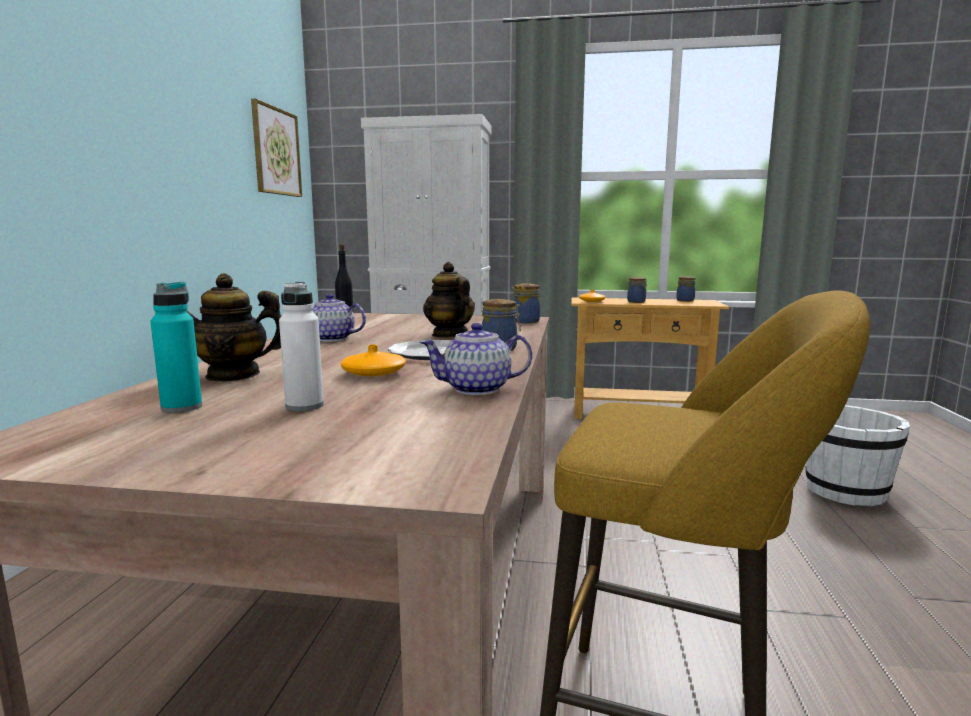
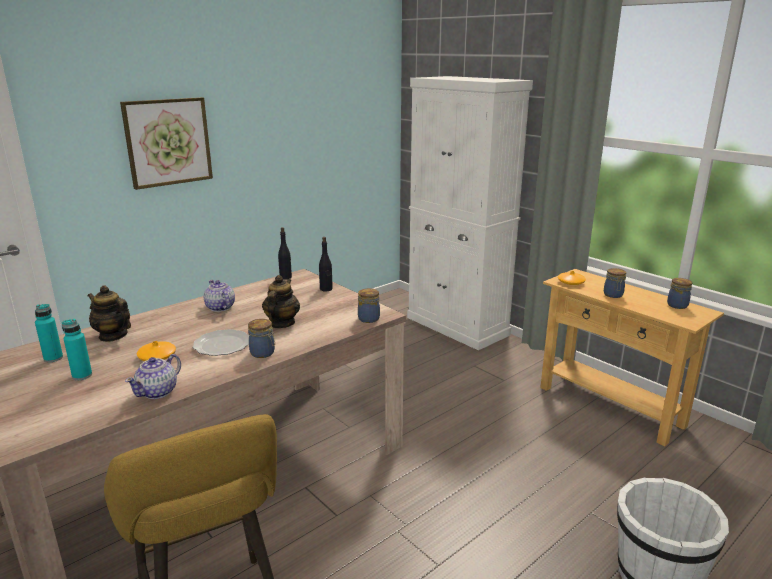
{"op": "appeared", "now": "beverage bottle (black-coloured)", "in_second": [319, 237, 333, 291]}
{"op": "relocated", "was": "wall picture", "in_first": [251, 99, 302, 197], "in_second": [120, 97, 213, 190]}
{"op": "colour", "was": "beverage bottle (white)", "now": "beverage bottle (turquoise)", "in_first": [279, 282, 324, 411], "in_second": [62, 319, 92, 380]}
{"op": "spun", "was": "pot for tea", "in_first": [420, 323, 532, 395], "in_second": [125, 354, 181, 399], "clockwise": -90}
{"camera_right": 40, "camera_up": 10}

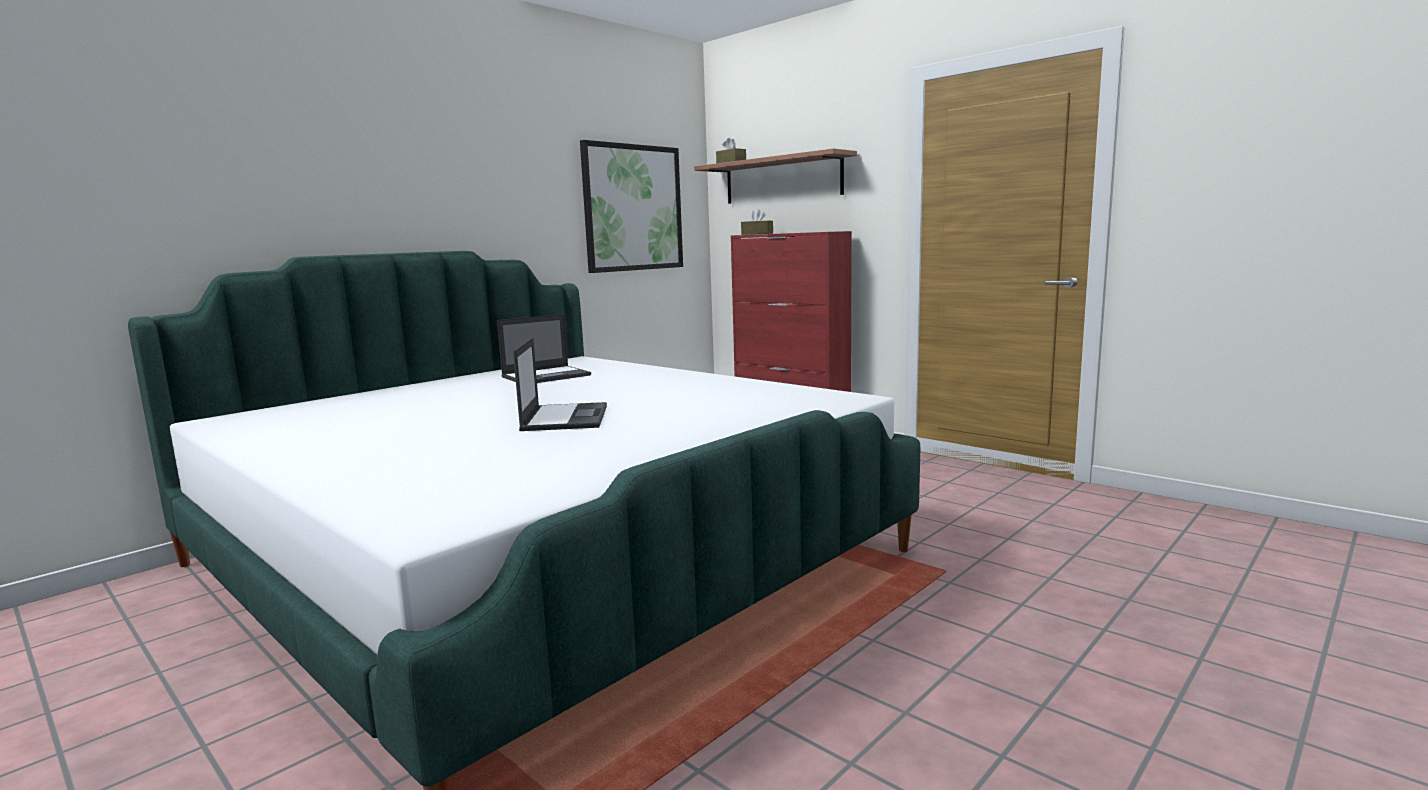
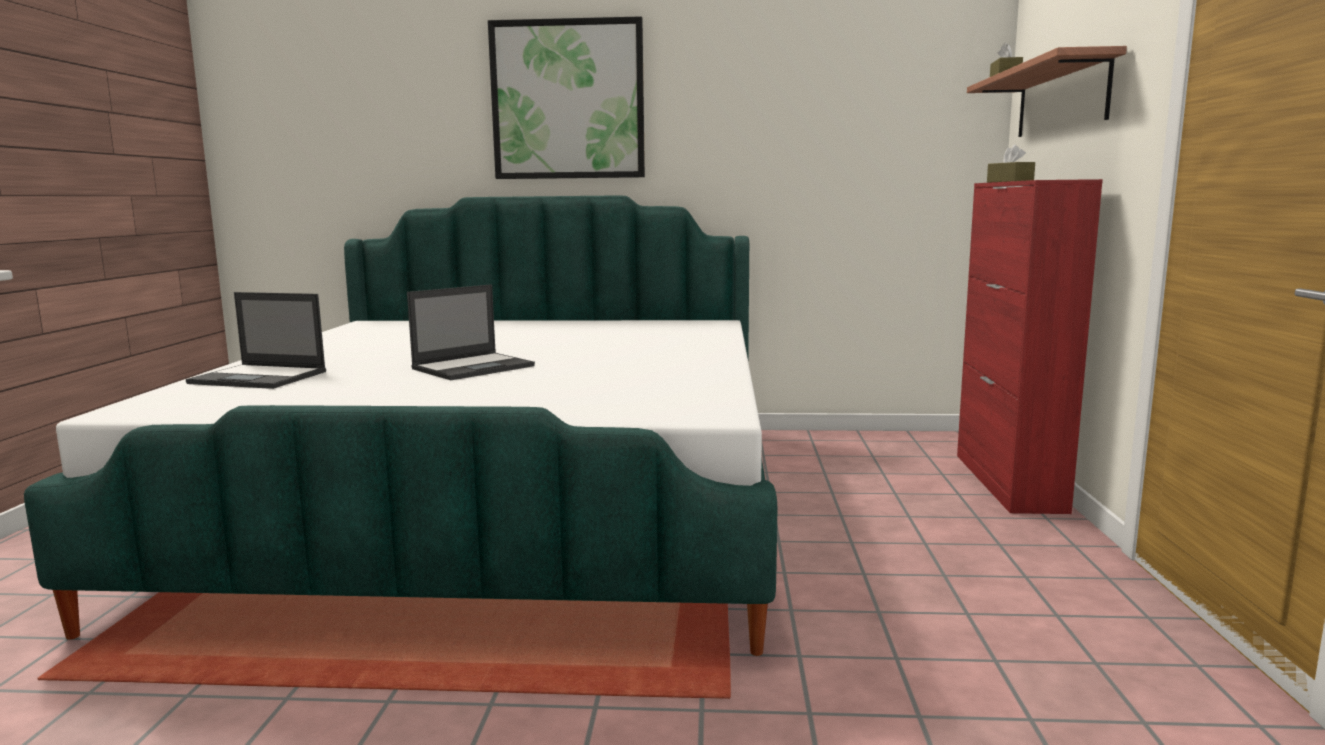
{"op": "relocated", "was": "portable computer", "in_first": [497, 314, 591, 383], "in_second": [186, 292, 326, 389]}
{"op": "relocated", "was": "wall picture", "in_first": [580, 140, 683, 273], "in_second": [488, 16, 645, 179]}
{"camera_right": 50, "camera_up": 0}

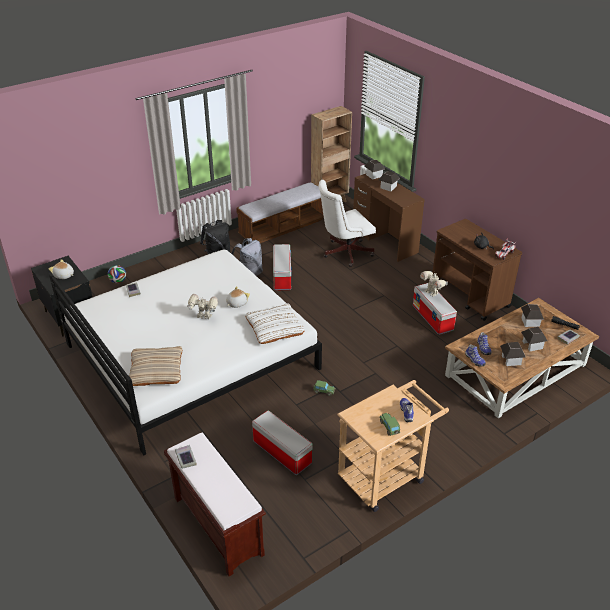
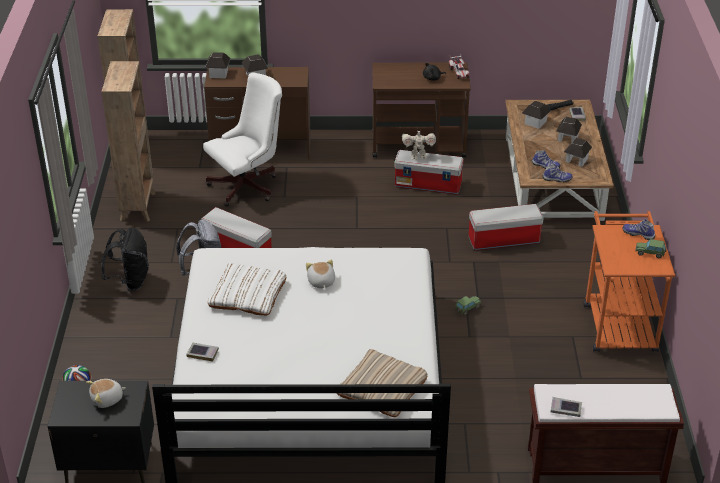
{"op": "missing", "was": "robot figure", "in_first": [187, 294, 218, 319]}
{"op": "relocated", "was": "pillow (white)", "in_first": [245, 303, 305, 344], "in_second": [208, 263, 287, 316]}
{"op": "relocated", "was": "storage container", "in_first": [252, 411, 312, 475], "in_second": [468, 204, 544, 250]}
{"op": "exchanged", "was": "indoor bench", "now": "shelving unit (brownish)", "in_first": [236, 182, 324, 243], "in_second": [101, 61, 156, 222]}
{"op": "colour", "was": "cart (beige)", "now": "cart (orange)", "in_first": [337, 380, 449, 512], "in_second": [583, 211, 675, 352]}
{"op": "spun", "was": "computer chair (white)", "in_first": [319, 180, 376, 267], "in_second": [203, 72, 282, 207], "clockwise": -135}
{"camera_right": -55, "camera_up": 0}

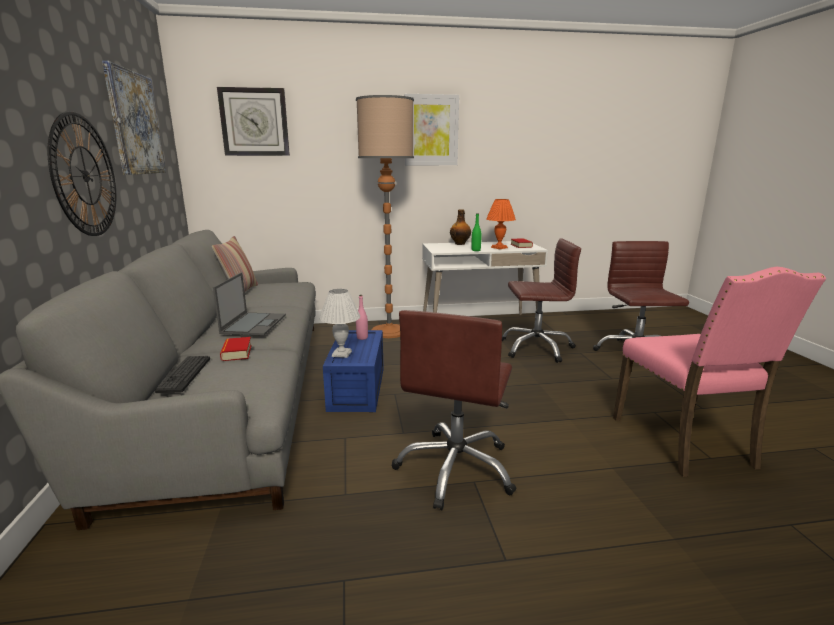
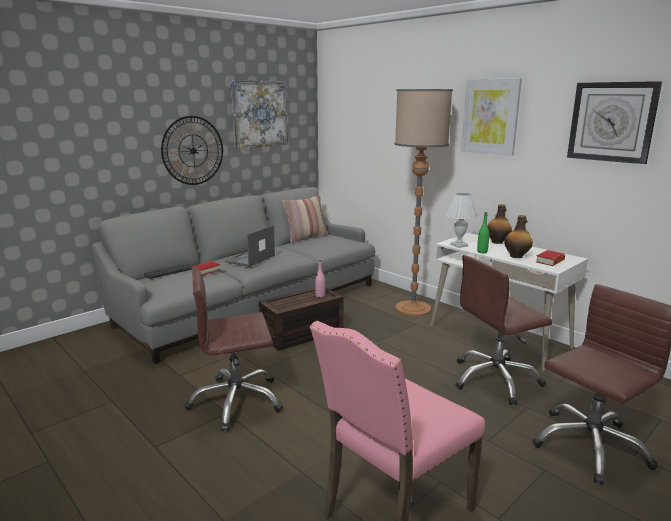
{"op": "relocated", "was": "clock on the wall", "in_first": [217, 87, 290, 156], "in_second": [567, 81, 662, 164]}
{"op": "relocated", "was": "lamp for a table (white)", "in_first": [319, 289, 360, 358], "in_second": [445, 193, 478, 248]}
{"op": "exchanged", "was": "lamp for a table (orange)", "now": "beverage bottle", "in_first": [486, 199, 516, 249], "in_second": [504, 215, 533, 258]}
{"op": "colour", "was": "storage container (blue-coloured)", "now": "storage container (brownish)", "in_first": [323, 330, 384, 412], "in_second": [259, 287, 344, 351]}
{"op": "spun", "was": "portable computer", "in_first": [213, 273, 286, 335], "in_second": [225, 225, 275, 267], "clockwise": 150}
{"op": "spun", "was": "computer chair (brownish)", "in_first": [502, 238, 581, 363], "in_second": [455, 255, 552, 405], "clockwise": 105}
{"camera_right": 55, "camera_up": 0}

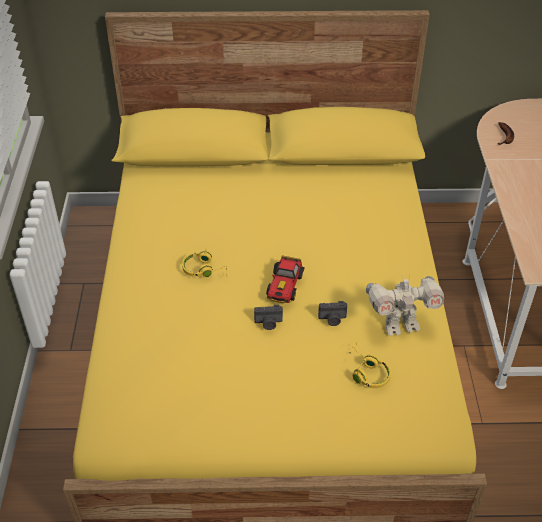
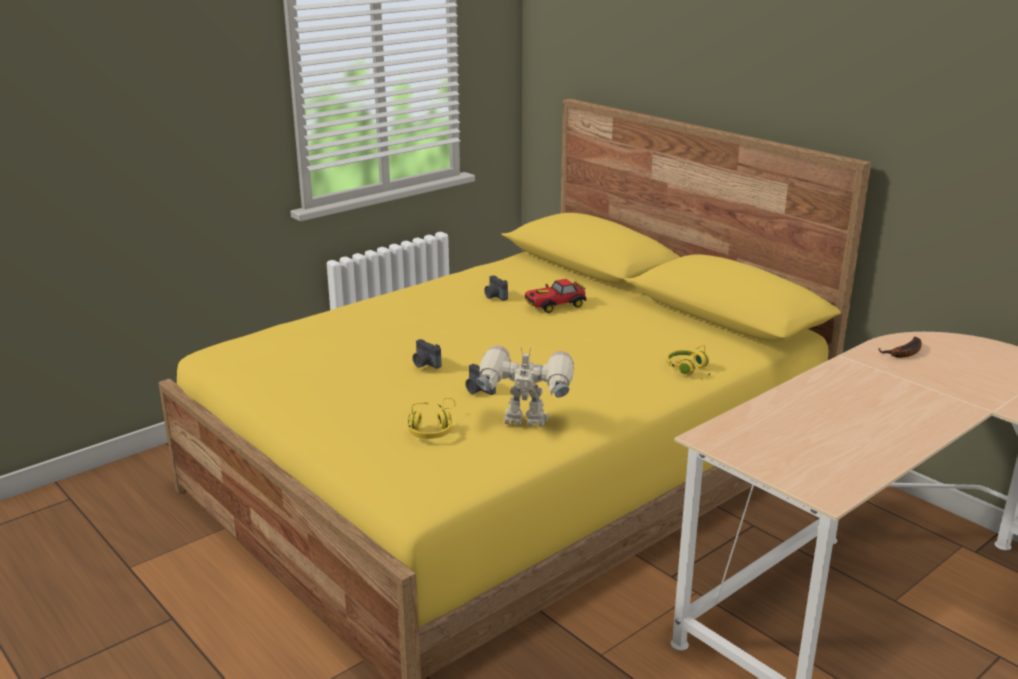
{"op": "appeared", "now": "photo camera", "in_second": [484, 275, 508, 301]}
{"op": "relocated", "was": "headphones (yellow-coloured)", "in_first": [182, 247, 227, 278], "in_second": [666, 345, 711, 380]}
{"op": "relocated", "was": "miniature car", "in_first": [266, 255, 305, 303], "in_second": [525, 279, 587, 313]}
{"op": "spun", "was": "robot figure", "in_first": [366, 274, 444, 336], "in_second": [476, 345, 574, 427], "clockwise": 150}
{"camera_right": 50, "camera_up": -20}

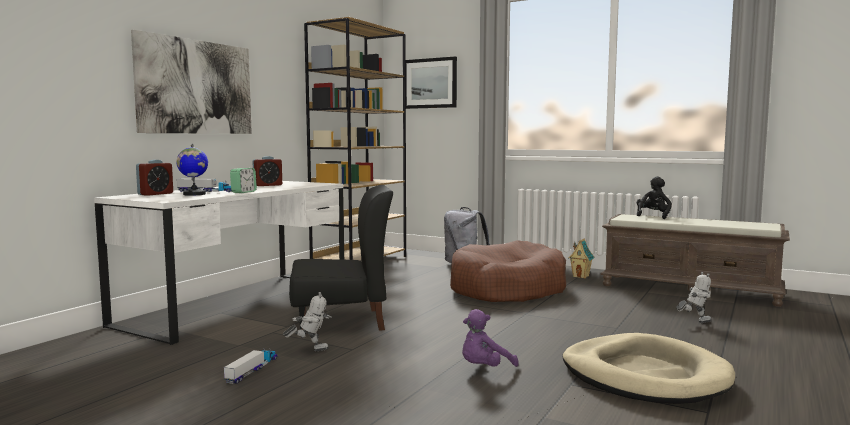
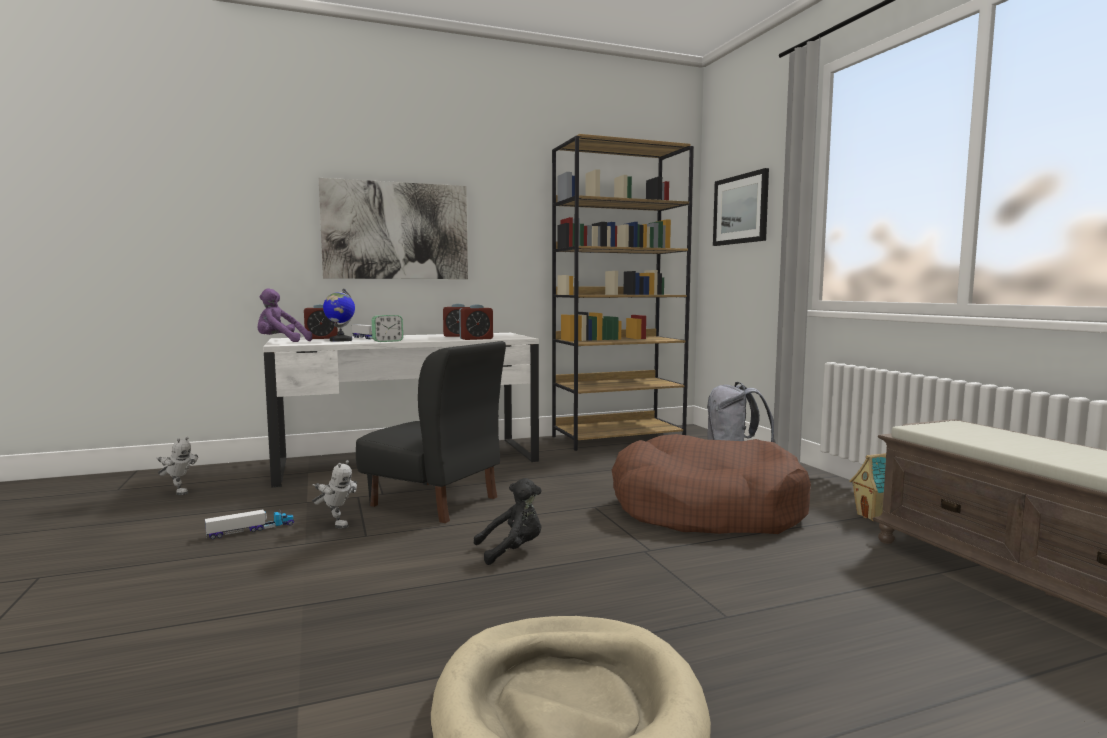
{"op": "appeared", "now": "alarm clock", "in_second": [459, 304, 493, 340]}
{"op": "relocated", "was": "soft toy (purple-coloured)", "in_first": [462, 309, 519, 367], "in_second": [258, 288, 312, 342]}
{"op": "relocated", "was": "soft toy (black-coloured)", "in_first": [637, 176, 672, 219], "in_second": [474, 478, 542, 565]}
{"op": "relocated", "was": "robot figure", "in_first": [676, 272, 712, 323], "in_second": [156, 437, 198, 495]}
{"camera_right": 40, "camera_up": 0}

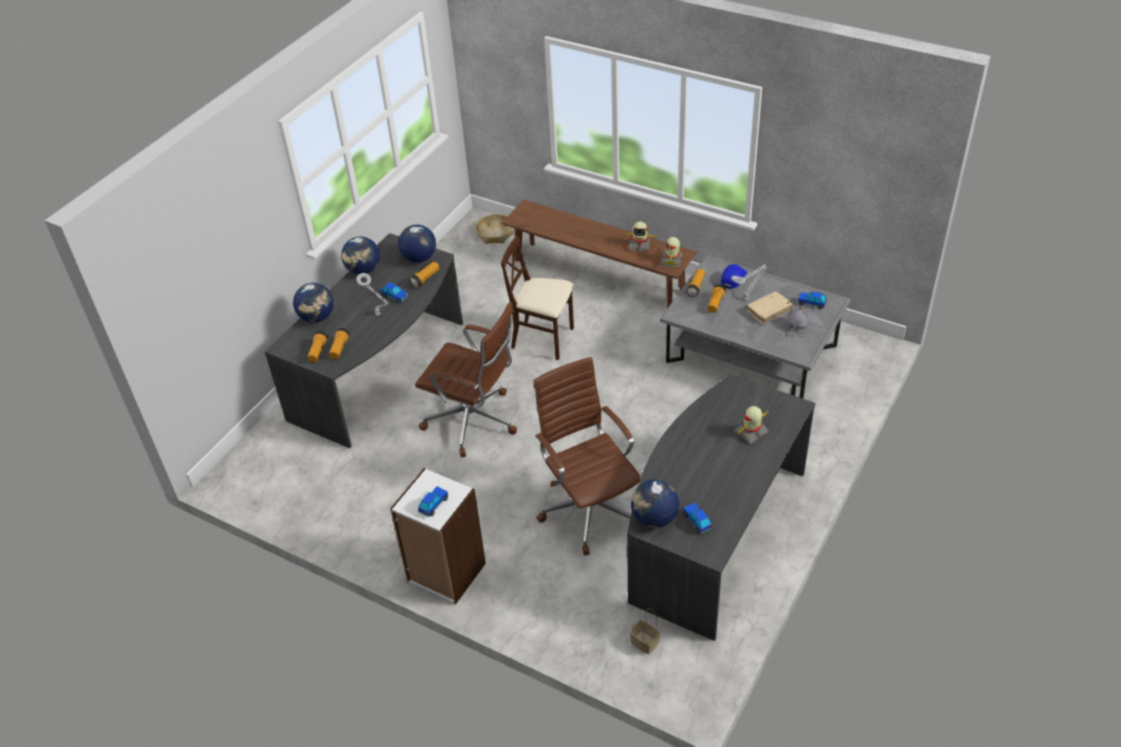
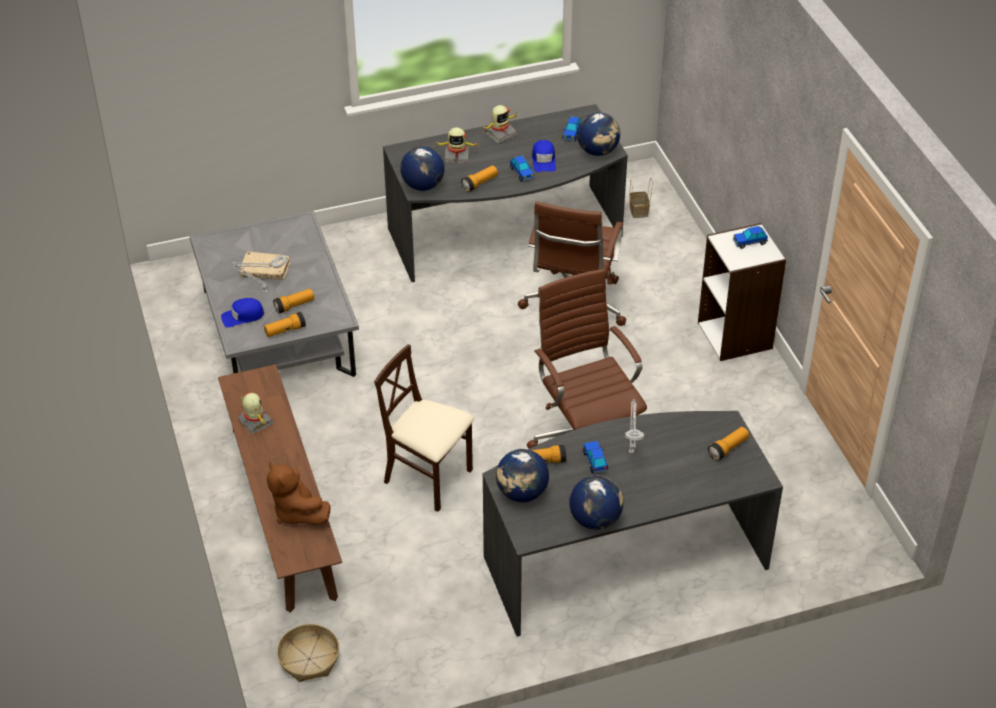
{"op": "missing", "was": "soft toy (greyish)", "in_first": [785, 306, 808, 336]}
{"op": "appeared", "now": "soft toy (brownish)", "in_second": [267, 462, 331, 525]}
{"op": "appeared", "now": "cap (blue-coloured)", "in_second": [532, 140, 556, 172]}
{"op": "relocated", "was": "globe", "in_first": [293, 283, 334, 323], "in_second": [400, 146, 445, 191]}
{"op": "relocated", "was": "hand torch", "in_first": [329, 328, 350, 359], "in_second": [461, 165, 498, 192]}
{"op": "relocated", "was": "robot figure", "in_first": [660, 237, 682, 267], "in_second": [483, 105, 518, 143]}
{"op": "relocated", "was": "miniature car", "in_first": [797, 291, 827, 310], "in_second": [510, 155, 534, 181]}
{"op": "spun", "was": "upright chair (beige)", "in_first": [501, 235, 574, 360], "in_second": [374, 344, 474, 512], "clockwise": 150}
{"camera_right": -140, "camera_up": 0}

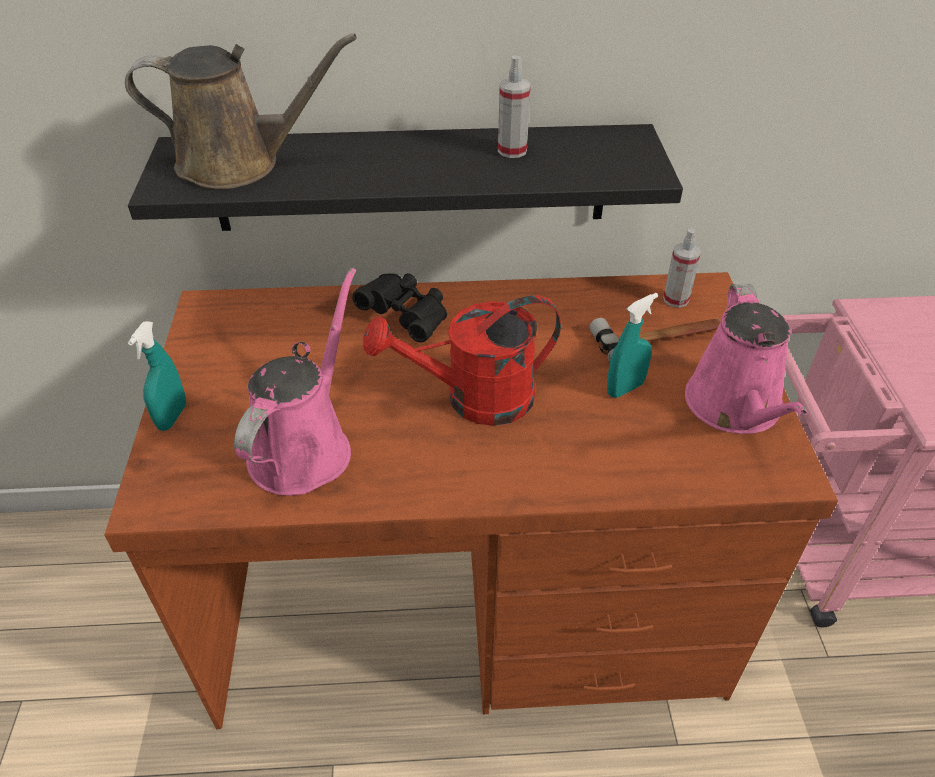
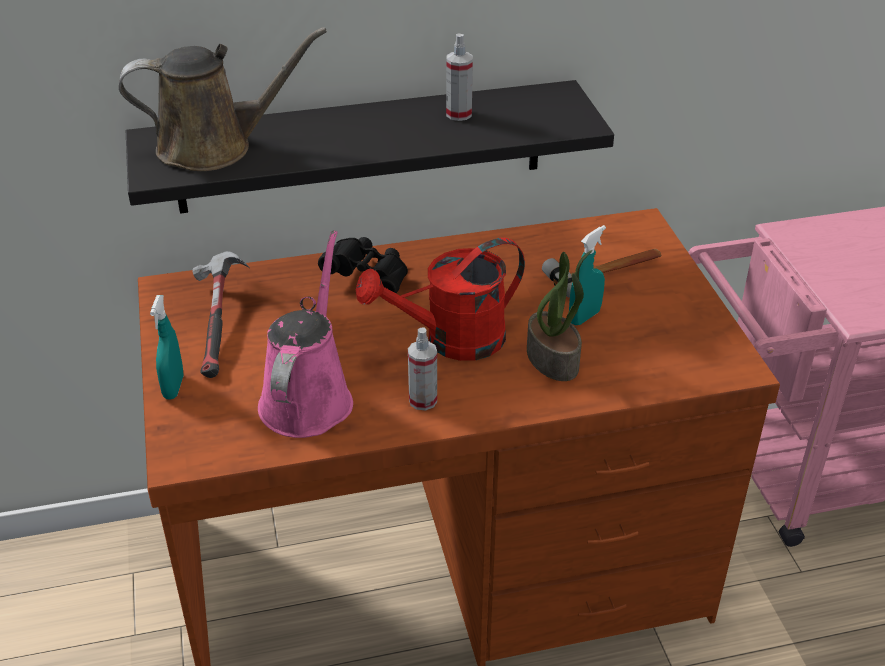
{"op": "missing", "was": "watering can (pink)", "in_first": [685, 284, 807, 434]}
{"op": "appeared", "now": "hammer", "in_second": [192, 251, 250, 378]}
{"op": "appeared", "now": "houseplant", "in_second": [527, 250, 592, 381]}
{"op": "relocated", "was": "sprayer", "in_first": [663, 229, 701, 308], "in_second": [408, 327, 437, 410]}
{"camera_right": -10, "camera_up": -5}

